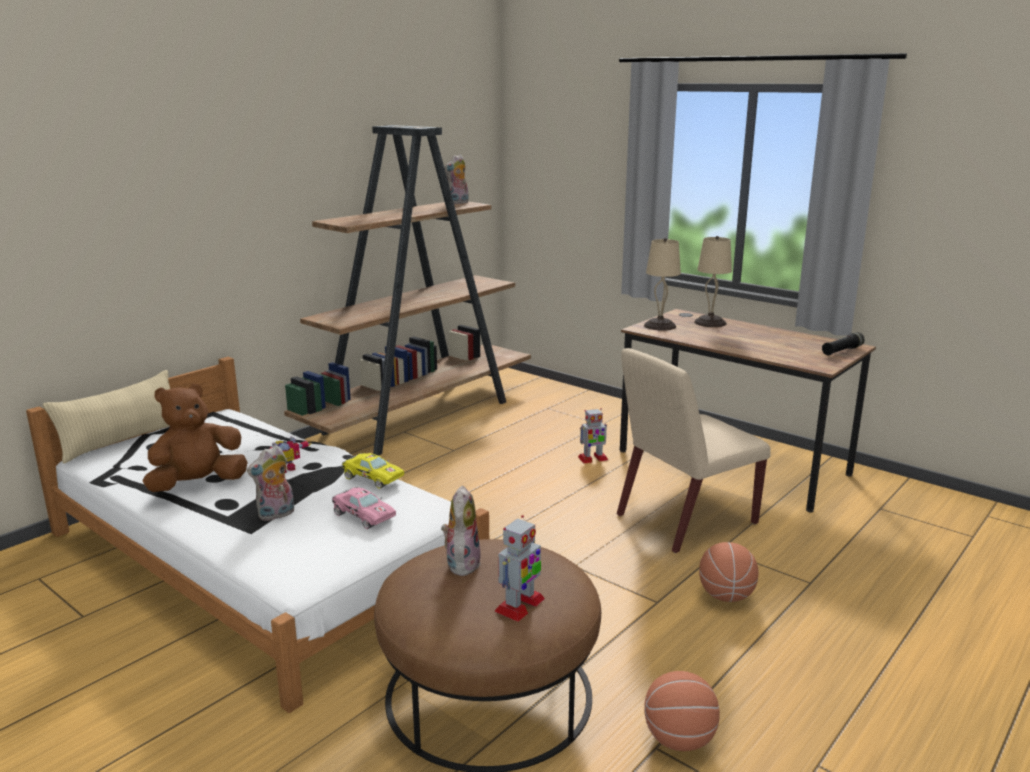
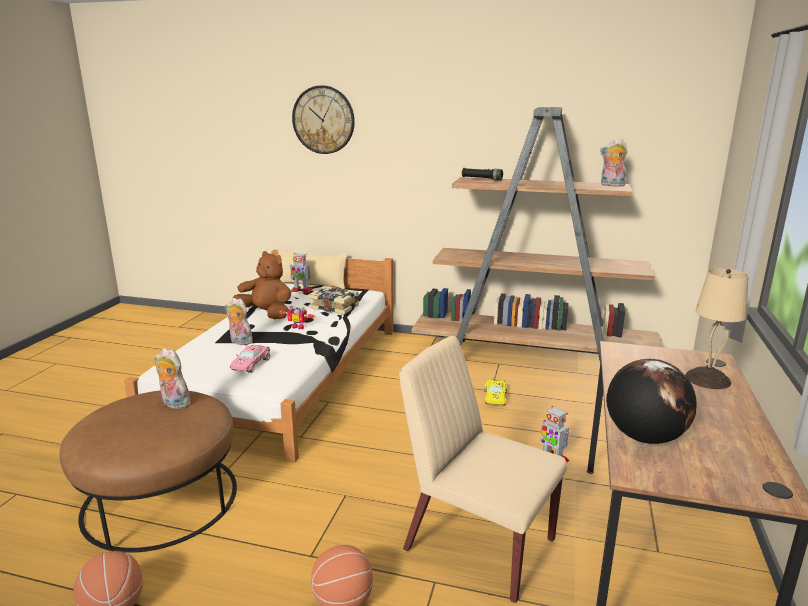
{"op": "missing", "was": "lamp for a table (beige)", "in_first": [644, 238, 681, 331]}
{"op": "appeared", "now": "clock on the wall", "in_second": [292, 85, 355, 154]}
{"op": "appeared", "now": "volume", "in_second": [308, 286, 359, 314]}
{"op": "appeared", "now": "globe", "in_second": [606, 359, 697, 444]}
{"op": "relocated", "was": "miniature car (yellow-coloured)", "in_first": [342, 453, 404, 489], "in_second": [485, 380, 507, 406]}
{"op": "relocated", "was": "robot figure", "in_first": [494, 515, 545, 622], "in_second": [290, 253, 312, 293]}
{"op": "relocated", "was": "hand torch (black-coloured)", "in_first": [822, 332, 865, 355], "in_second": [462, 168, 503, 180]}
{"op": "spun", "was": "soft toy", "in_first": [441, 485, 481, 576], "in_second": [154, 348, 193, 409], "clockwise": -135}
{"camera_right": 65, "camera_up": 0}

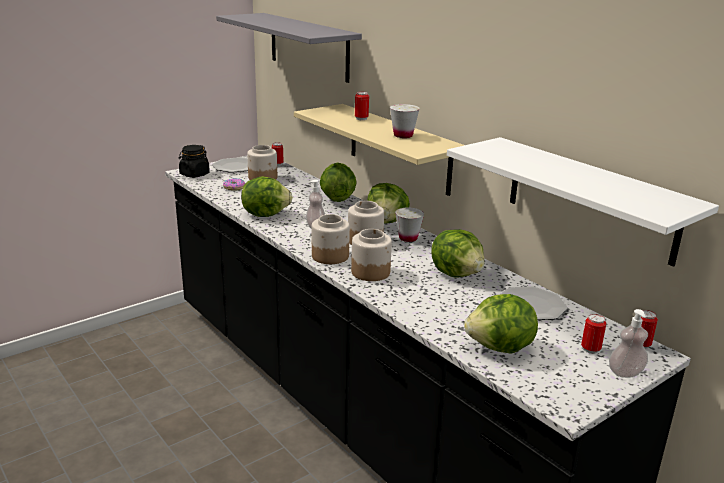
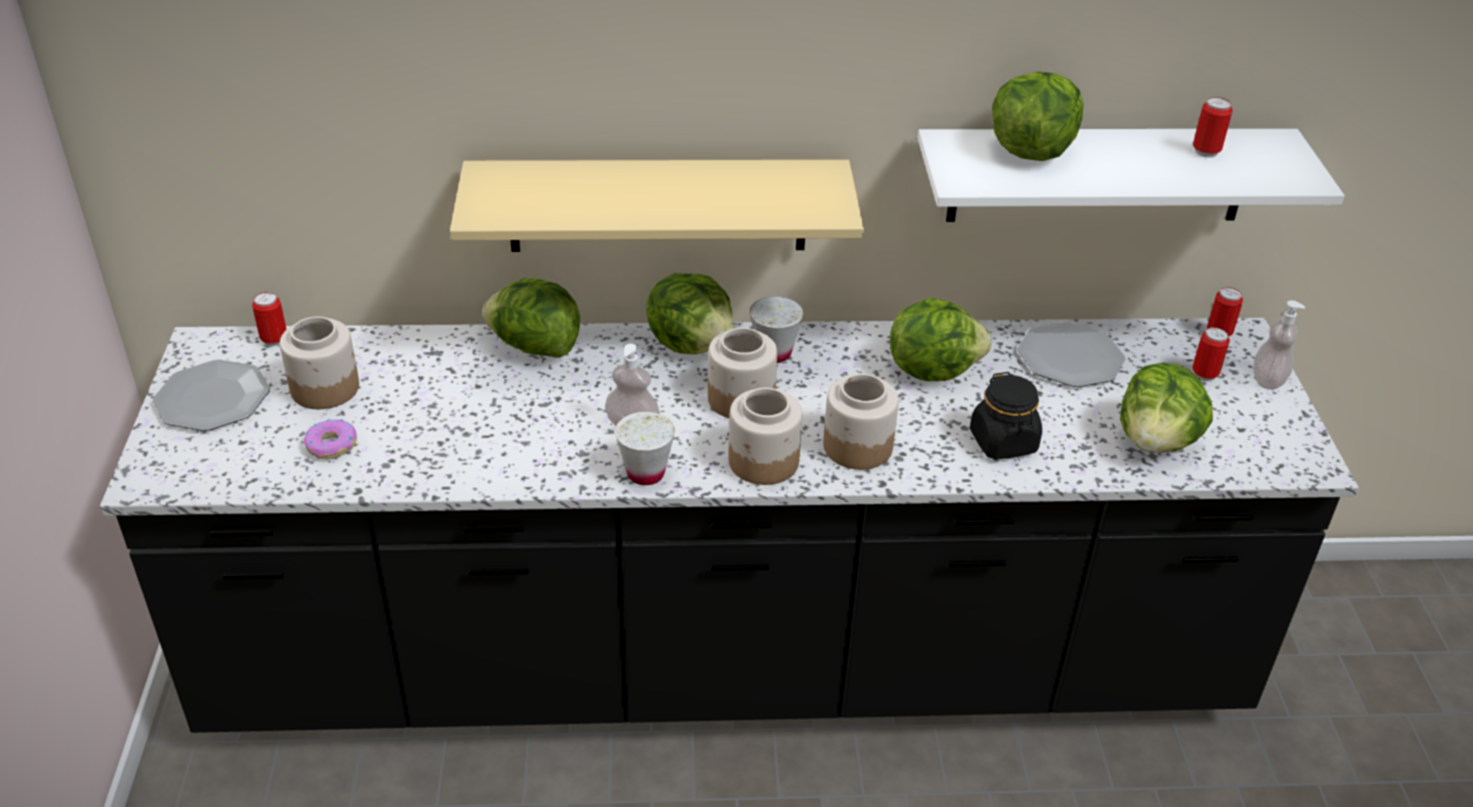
{"op": "missing", "was": "bracket shelf (greyish)", "in_first": [216, 13, 362, 83]}
{"op": "relocated", "was": "preserve jar (black-coloured)", "in_first": [179, 145, 210, 178], "in_second": [970, 372, 1042, 460]}
{"op": "relocated", "was": "lettuce head", "in_first": [241, 176, 293, 217], "in_second": [992, 72, 1083, 161]}
{"op": "relocated", "was": "sealed can", "in_first": [355, 91, 369, 120], "in_second": [1193, 97, 1233, 158]}
{"op": "relocated", "was": "cup (white)", "in_first": [390, 104, 420, 138], "in_second": [615, 412, 675, 485]}
{"camera_right": -55, "camera_up": 15}

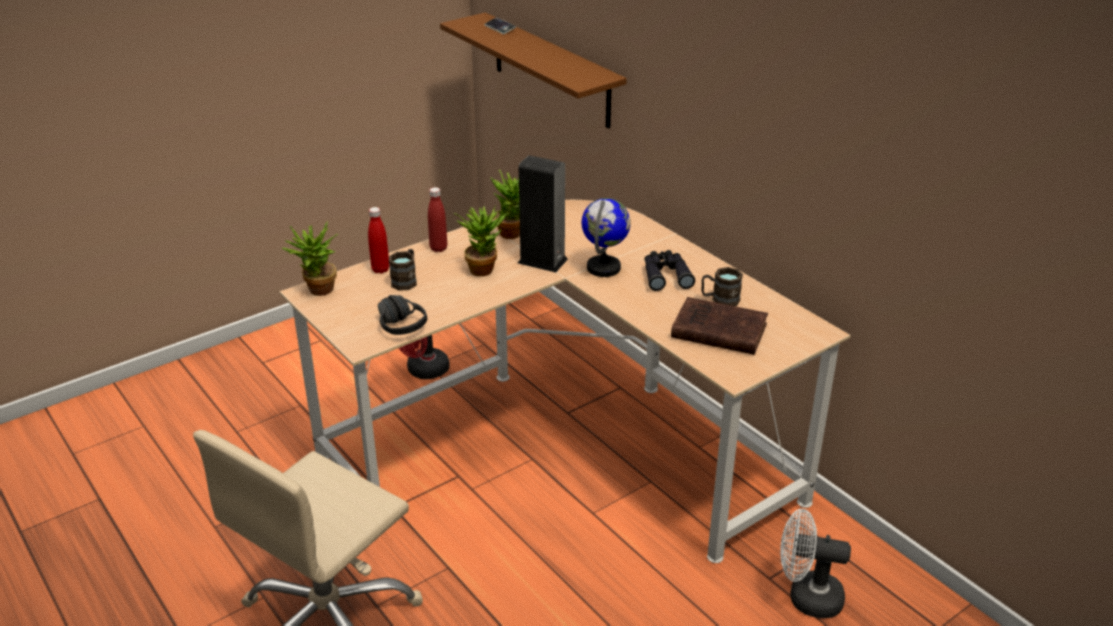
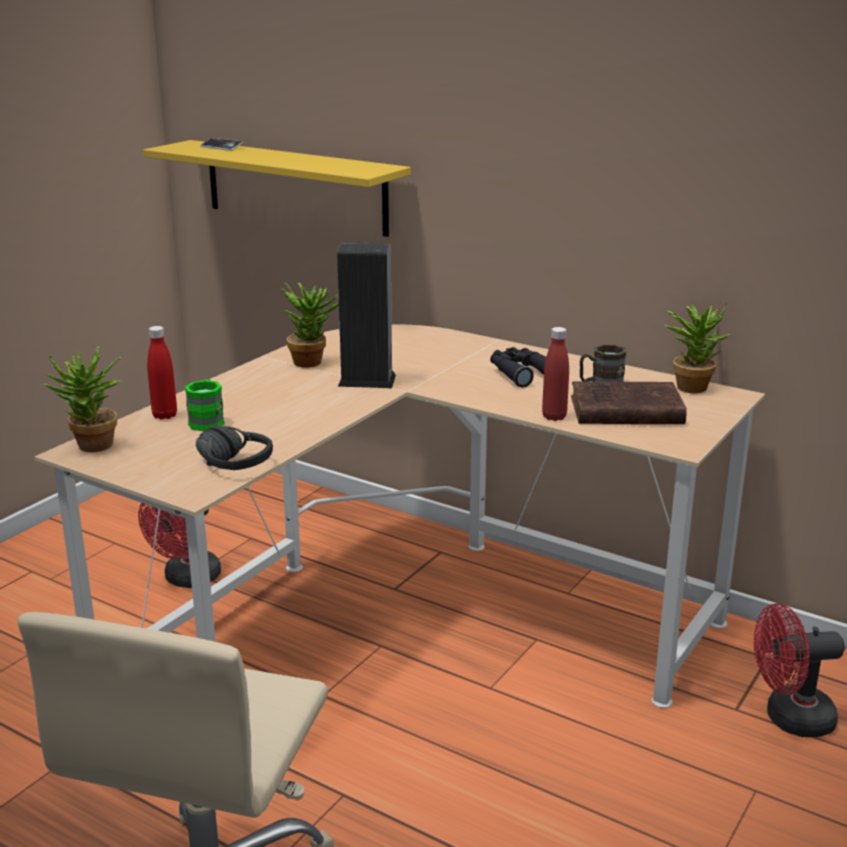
{"op": "missing", "was": "globe", "in_first": [582, 198, 631, 277]}
{"op": "relocated", "was": "beverage bottle (reddish)", "in_first": [428, 187, 447, 252], "in_second": [542, 327, 569, 421]}
{"op": "relocated", "was": "houseplant", "in_first": [454, 205, 506, 276], "in_second": [664, 302, 730, 393]}
{"op": "colour", "was": "tea mug (brownish)", "now": "tea mug (green)", "in_first": [389, 249, 416, 291], "in_second": [185, 379, 225, 432]}
{"op": "colour", "was": "bracket shelf (brownish)", "now": "bracket shelf (yellow-coloured)", "in_first": [440, 12, 627, 129], "in_second": [143, 140, 411, 237]}
{"op": "colour", "was": "cooling fan (white)", "now": "cooling fan (reddish)", "in_first": [780, 509, 851, 618], "in_second": [754, 603, 845, 737]}
{"camera_right": -20, "camera_up": -10}

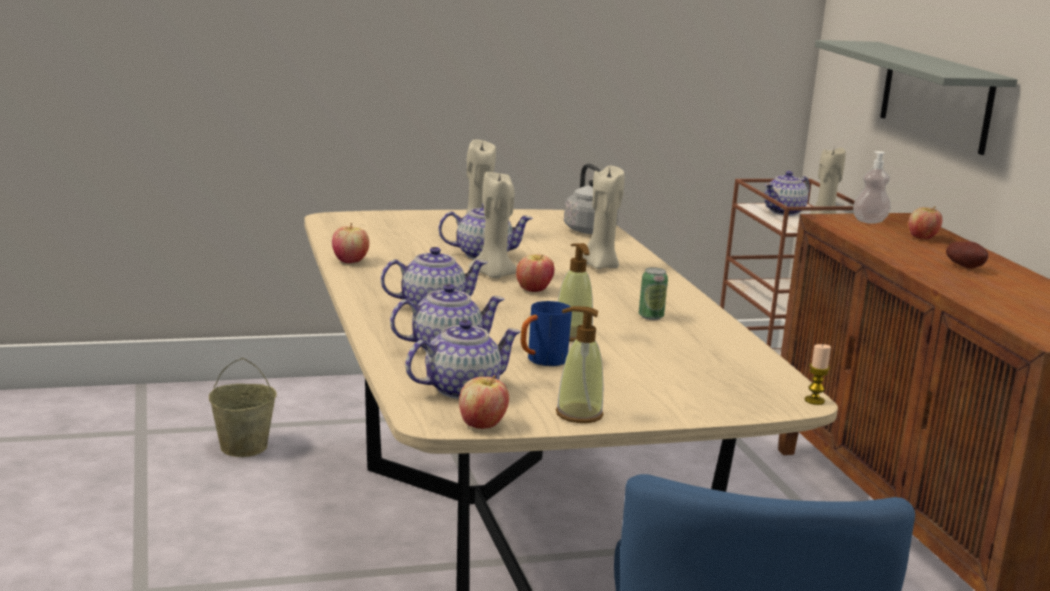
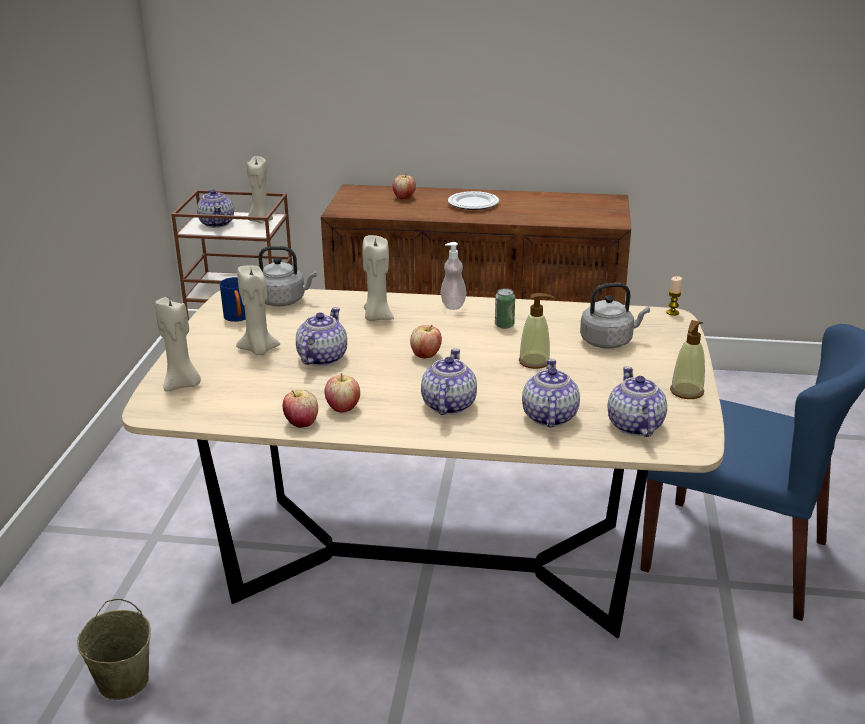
{"op": "missing", "was": "bracket shelf (greyish)", "in_first": [815, 40, 1017, 155]}
{"op": "appeared", "now": "water kettle (greyish)", "in_second": [580, 283, 650, 349]}
{"op": "relocated", "was": "whole apple", "in_first": [459, 375, 509, 429], "in_second": [325, 373, 360, 413]}
{"op": "relocated", "was": "candle (beige)", "in_first": [469, 172, 517, 279], "in_second": [155, 297, 201, 392]}
{"op": "relocated", "was": "tea mug (blue-coloured)", "in_first": [521, 301, 572, 366], "in_second": [220, 277, 246, 322]}
{"op": "relocated", "was": "soap bottle", "in_first": [853, 151, 891, 224], "in_second": [440, 242, 467, 310]}
{"op": "exchanged", "was": "spud", "now": "plate", "in_first": [946, 242, 988, 269], "in_second": [448, 191, 499, 210]}
{"camera_right": -65, "camera_up": 10}

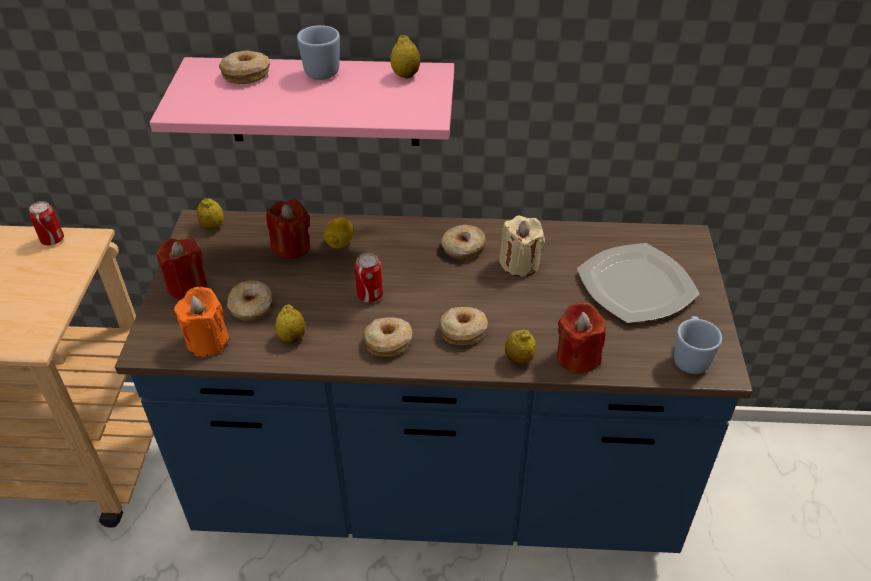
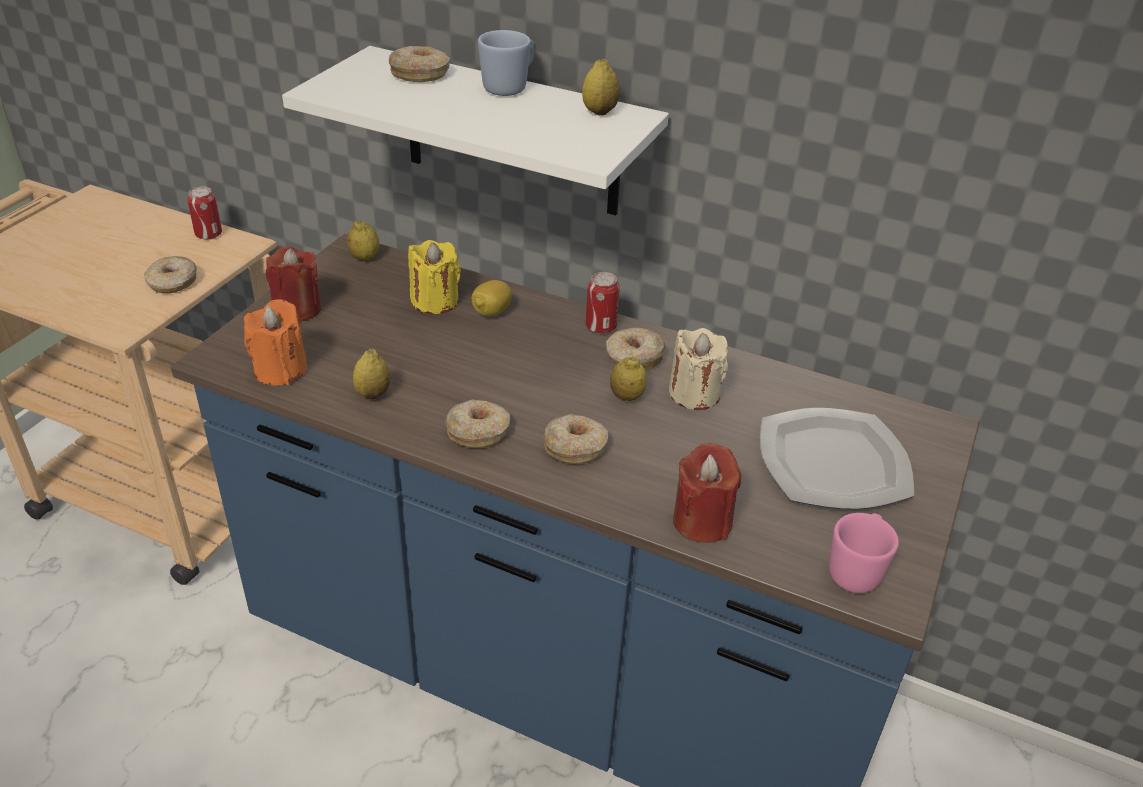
{"op": "relocated", "was": "ring doughnut", "in_first": [227, 280, 272, 321], "in_second": [144, 256, 197, 294]}
{"op": "relocated", "was": "sealed can", "in_first": [355, 253, 383, 303], "in_second": [586, 272, 620, 333]}
{"op": "relocated", "was": "whole lemon", "in_first": [505, 330, 536, 365], "in_second": [610, 356, 646, 401]}
{"op": "colour", "was": "bracket shelf (pink)", "now": "bracket shelf (white)", "in_first": [150, 57, 454, 146], "in_second": [282, 46, 669, 215]}
{"op": "colour", "was": "candle (reddish)", "now": "candle (yellow-coloured)", "in_first": [266, 199, 310, 259], "in_second": [408, 240, 461, 314]}
{"op": "colour", "was": "tea mug (blue-coloured)", "now": "tea mug (pink)", "in_first": [674, 316, 722, 374], "in_second": [829, 513, 899, 593]}
{"camera_right": 20, "camera_up": -5}

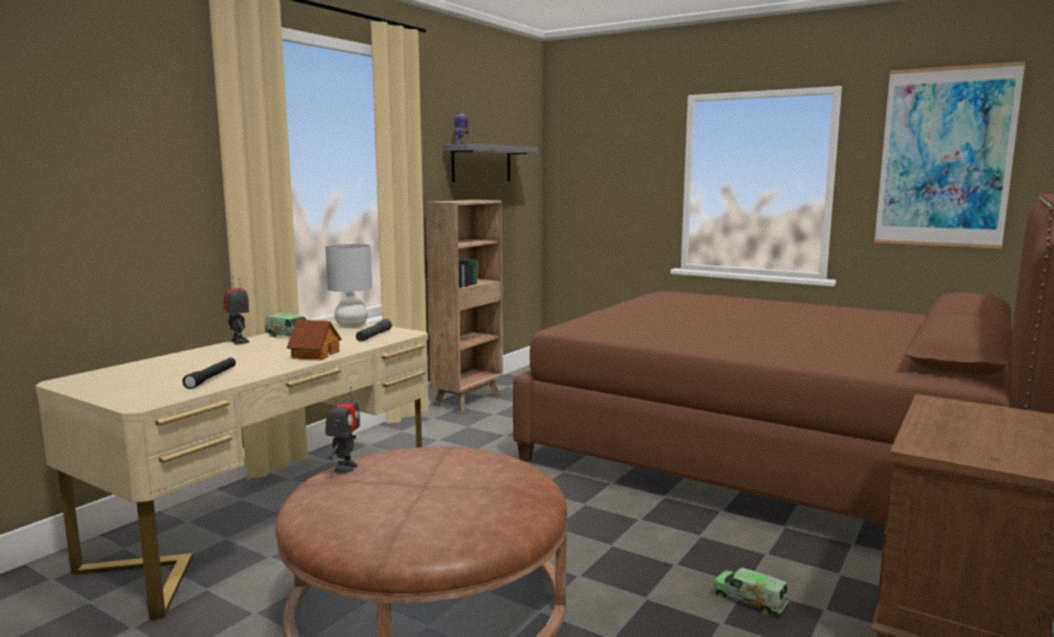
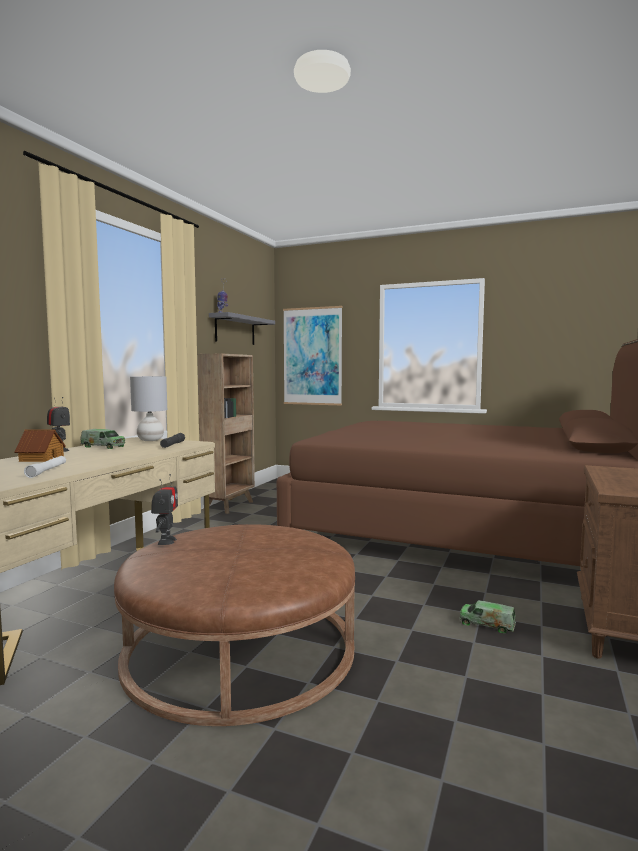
{"op": "relocated", "was": "miniature house", "in_first": [287, 320, 341, 360], "in_second": [14, 429, 66, 462]}
{"op": "relocated", "was": "wall picture", "in_first": [874, 61, 1025, 249], "in_second": [283, 306, 342, 405]}
{"op": "colour", "was": "hand torch (black-coloured)", "now": "hand torch (white)", "in_first": [182, 357, 236, 389], "in_second": [24, 456, 66, 478]}
{"camera_right": -10, "camera_up": -5}

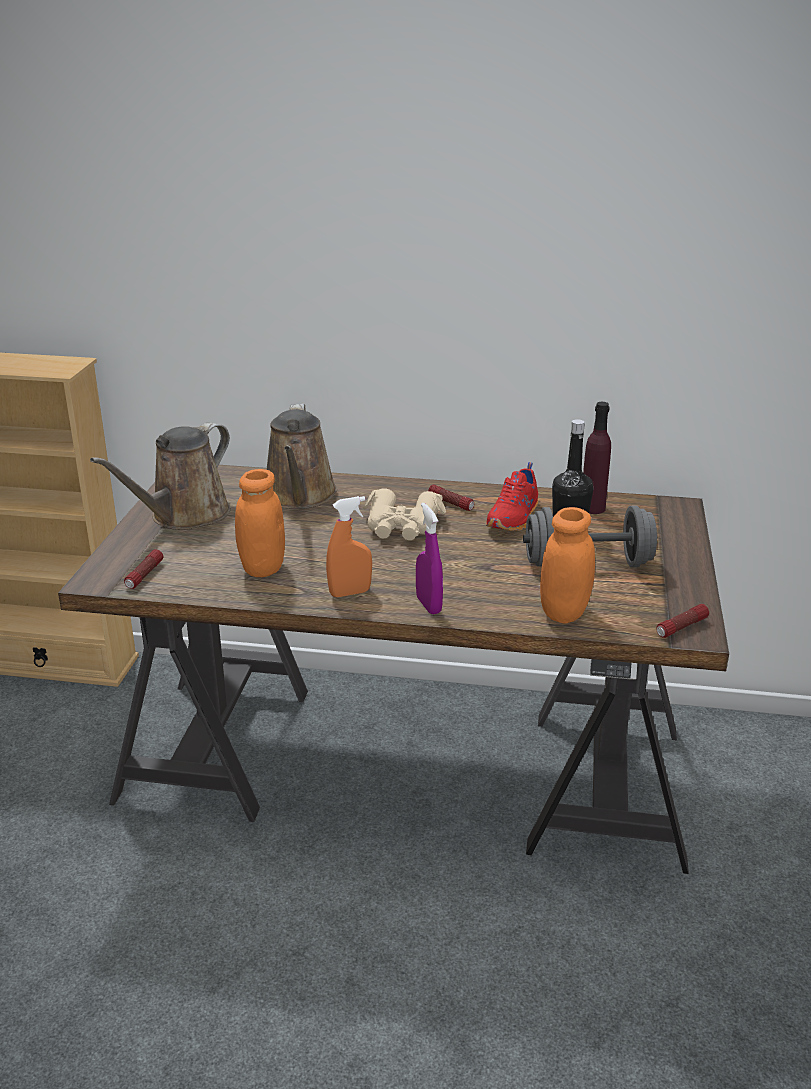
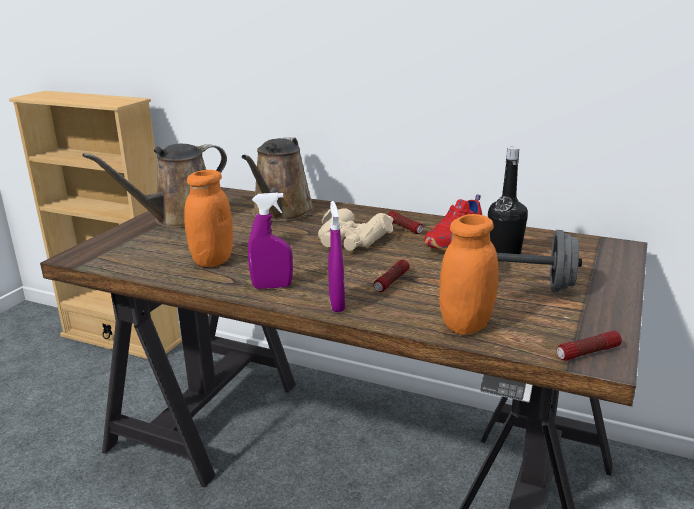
{"op": "missing", "was": "beverage bottle (purple-coloured)", "in_first": [583, 402, 611, 514]}
{"op": "relocated", "was": "hand torch", "in_first": [124, 549, 163, 589], "in_second": [373, 259, 409, 292]}
{"op": "colour", "was": "sprayer (orange)", "now": "sprayer (purple-coloured)", "in_first": [326, 496, 372, 597], "in_second": [248, 193, 293, 289]}
{"camera_right": 15, "camera_up": -5}

